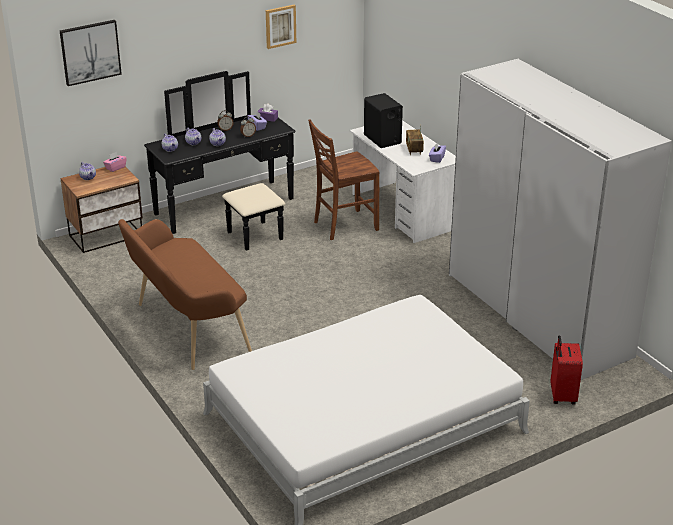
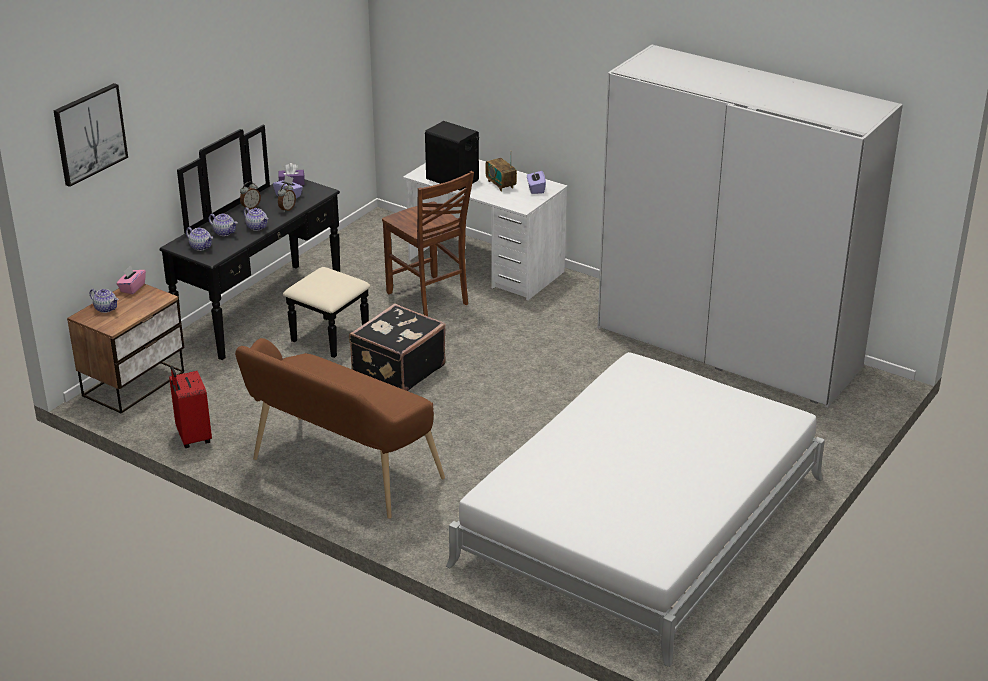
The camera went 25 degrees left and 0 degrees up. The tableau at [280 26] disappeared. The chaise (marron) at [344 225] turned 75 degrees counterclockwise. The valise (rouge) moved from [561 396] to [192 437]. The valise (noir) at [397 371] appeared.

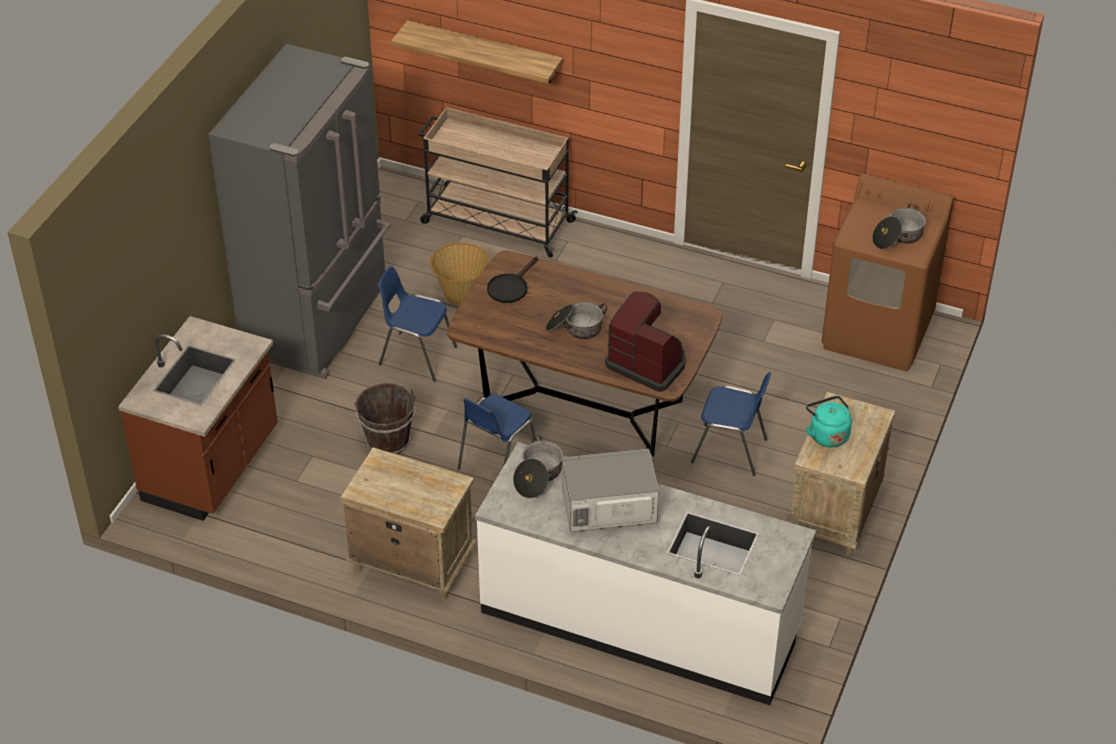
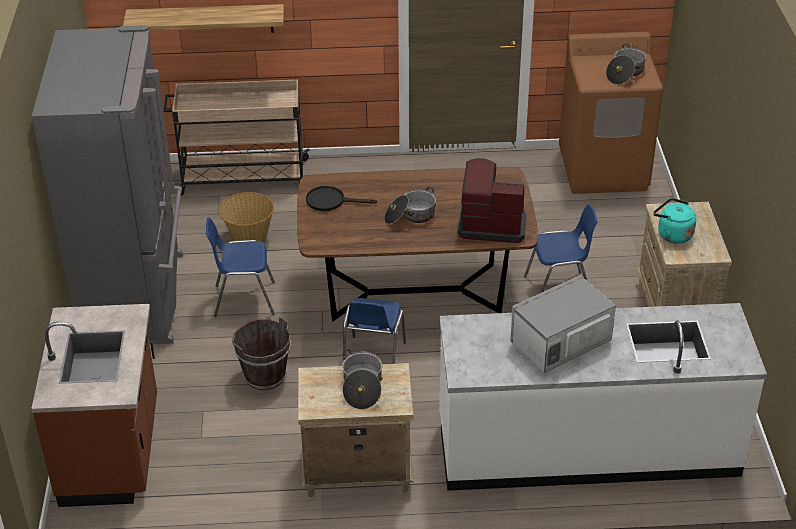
The camera went 25 degrees left and 5 degrees down. The poêle (noir) at [510 287] turned 90 degrees clockwise. The marmite moved from [538 476] to [362 387].

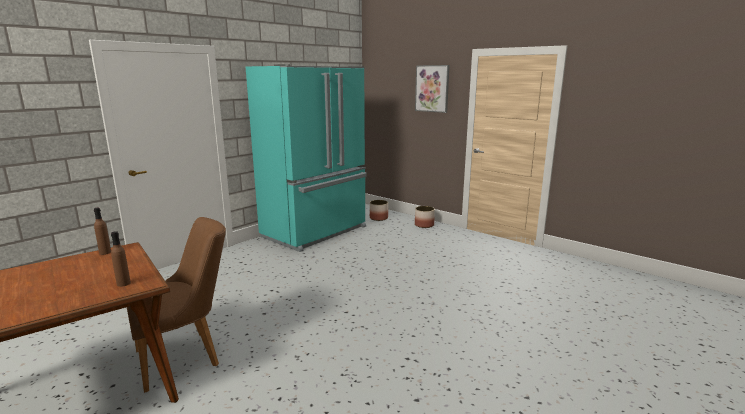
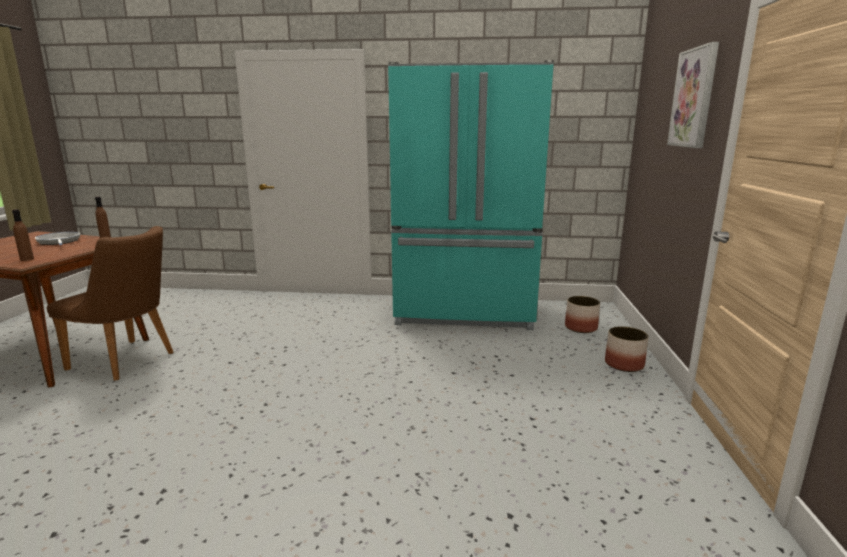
The camera went 55 degrees right and 0 degrees up. The poêle at [59 242] appeared.

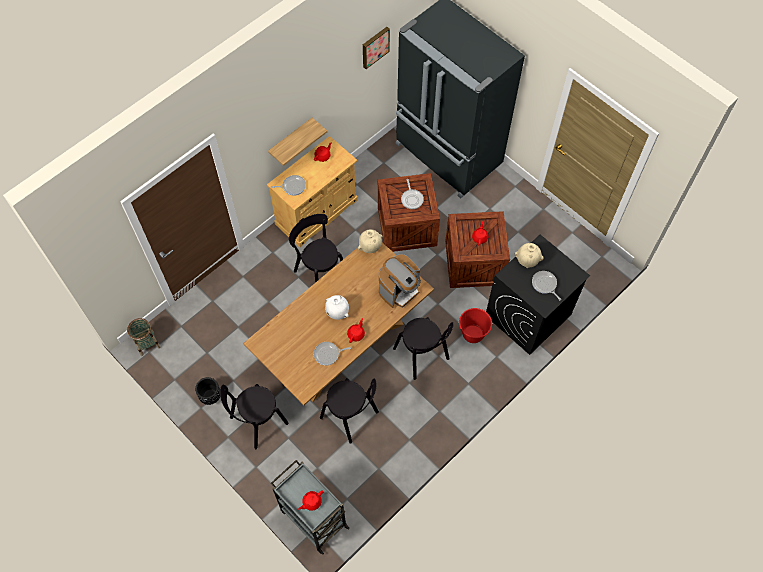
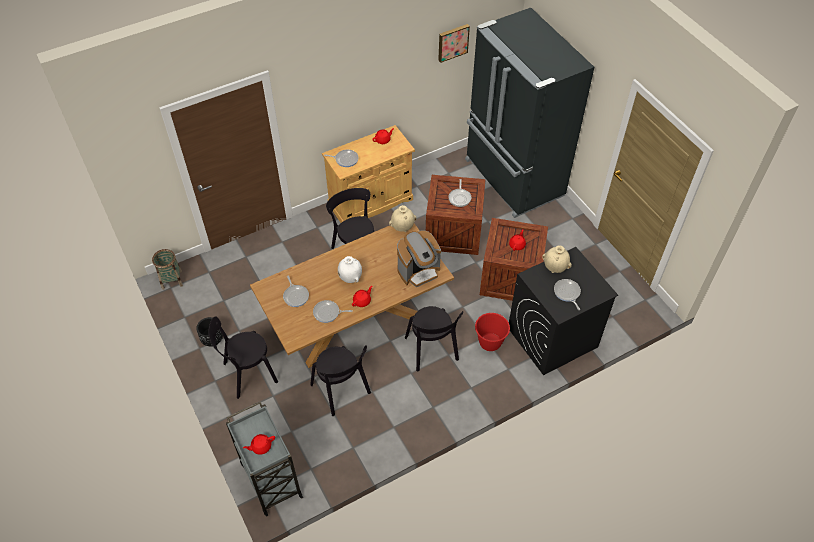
The camera went 15 degrees right and 10 degrees down. The étagère at [291 140] disappeared. The poêle at [296 296] appeared.

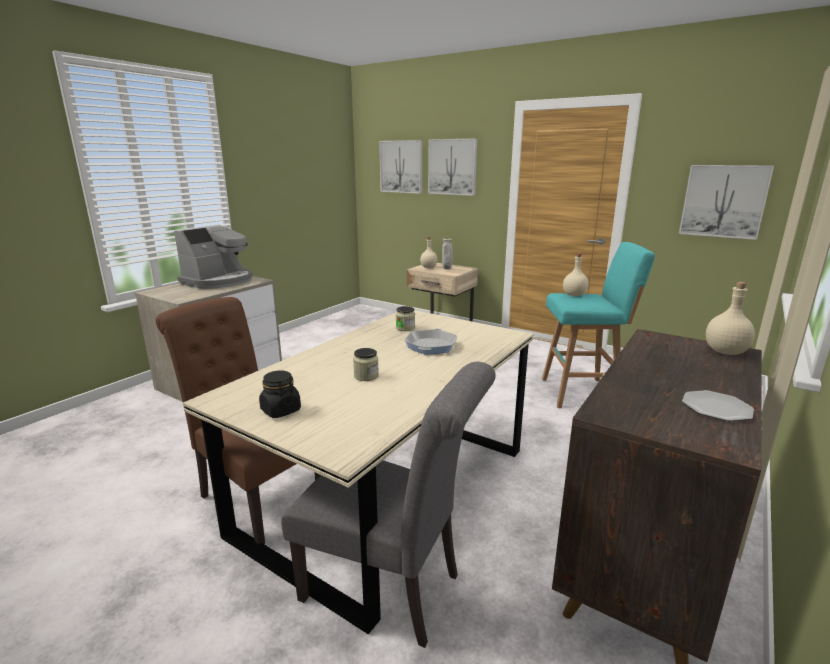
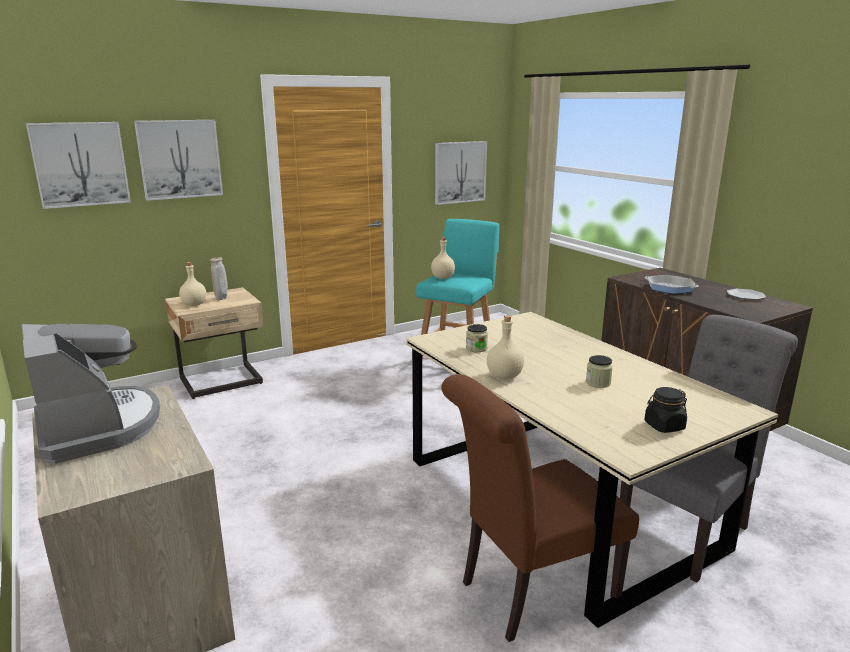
The camera went 65 degrees left and 0 degrees up. The bouteille (beige) moved from [725 352] to [505 376]. The poêle moved from [431 346] to [670 288].

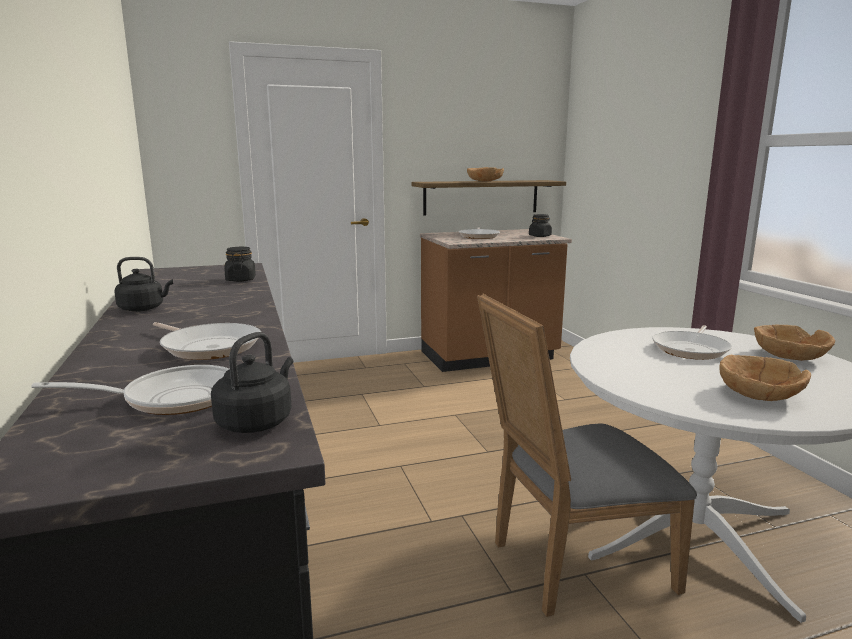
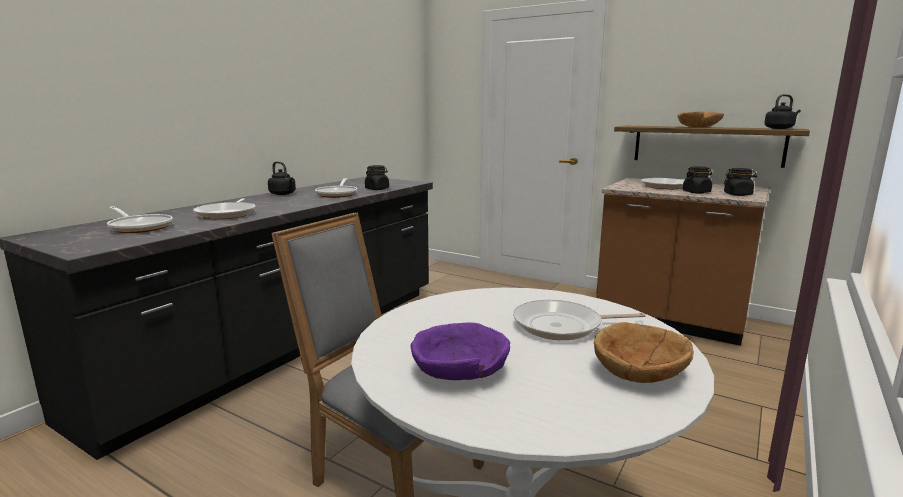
The camera went 50 degrees right and 0 degrees up. The bouilloire (noir) moved from [257 421] to [780 128]. The bol (marron) at [758 394] became the bol (violet) at [459 372]. The bocal (noir) at [696 192] appeared. The poêle at [337 194] appeared.

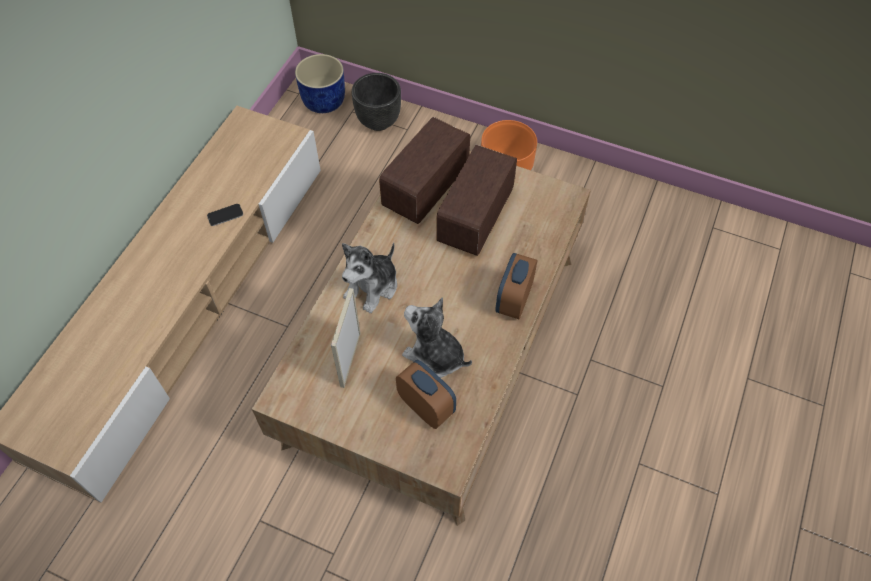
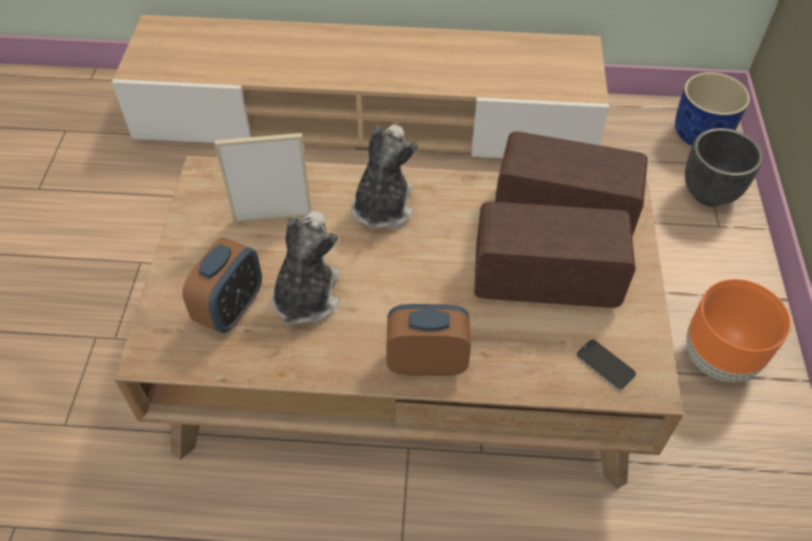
The camera went 70 degrees right and 5 degrees down. The téléphone moved from [225 215] to [605 365]. The peluche at [372 287] turned 90 degrees clockwise.

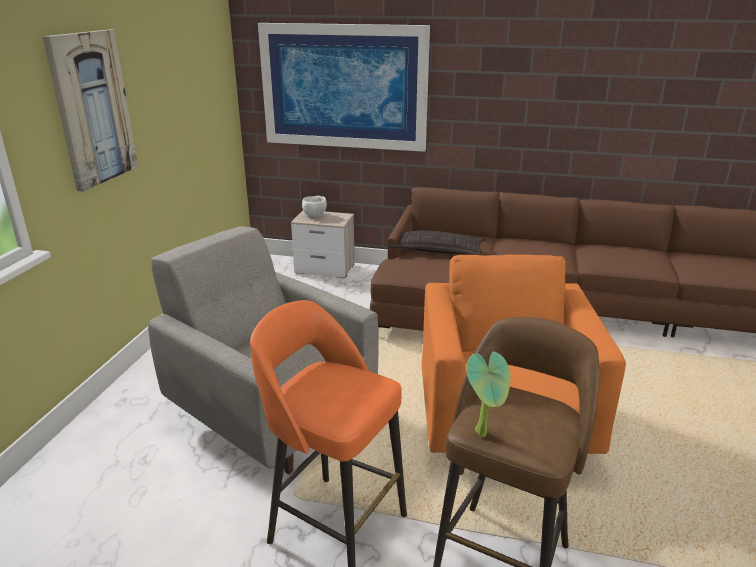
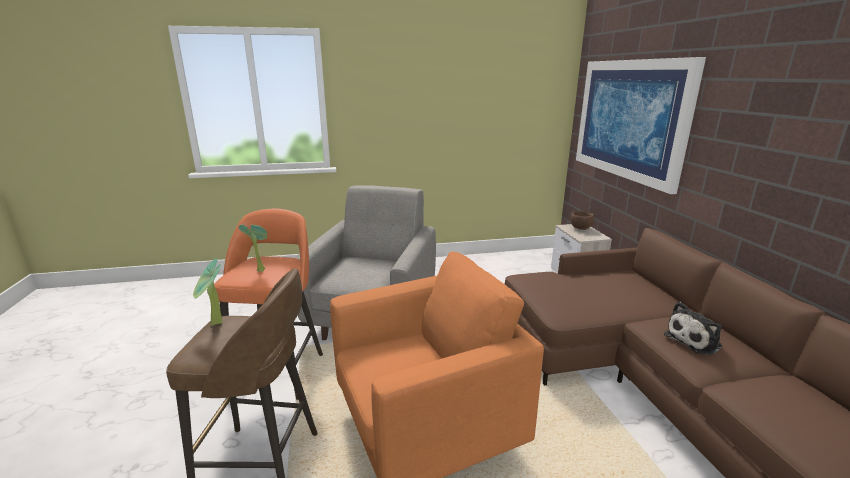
The camera went 65 degrees right and 5 degrees down. The tableau at [93 109] disappeared. The bol (blanc) at [315 215] became the bol (marron) at [580 228]. The coussin at [438 250] disappeared. The plante en pot at [260 269] appeared. The peluche at [695 340] appeared.

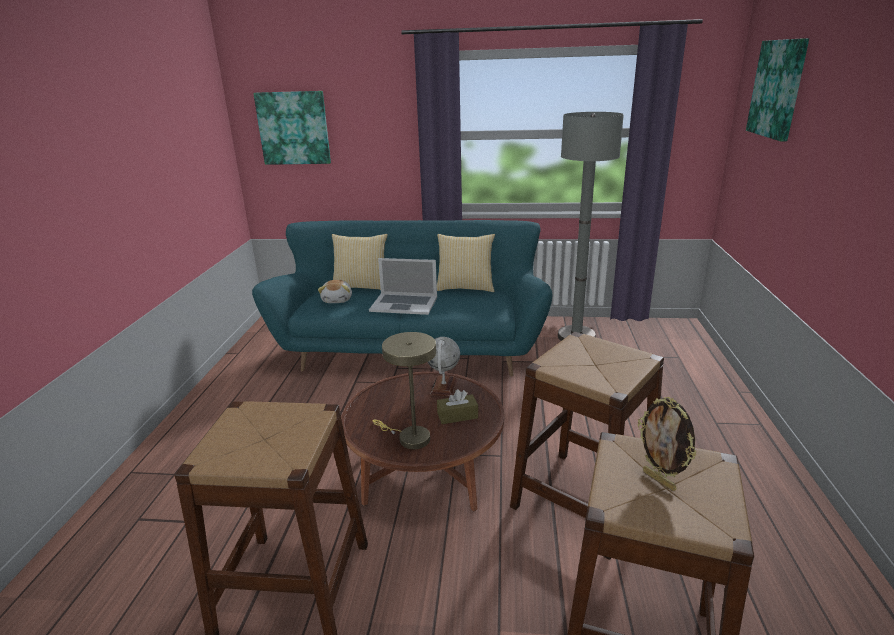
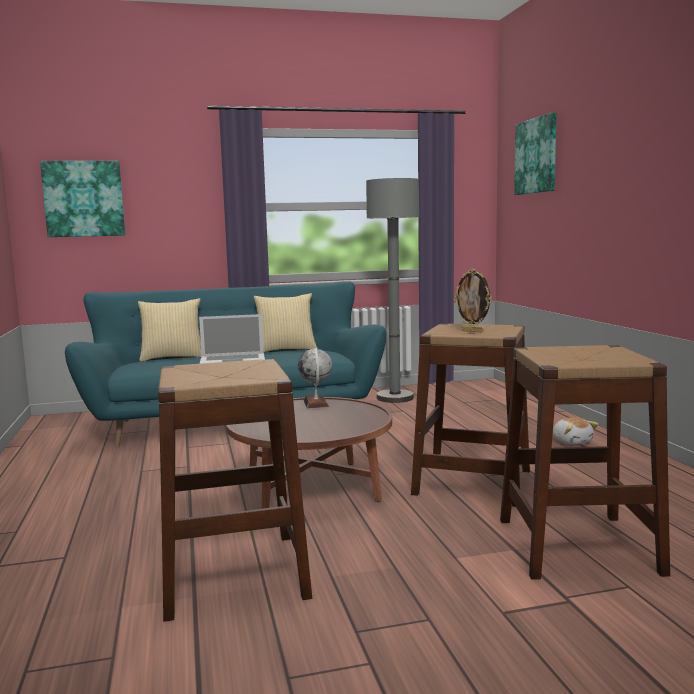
The camera went 20 degrees left and 15 degrees down. The peluche moved from [338 300] to [572 442]. The lampe de table (beige) at [409 438] disappeared. The boîte à mouchoirs (marron) at [457 416] disappeared. The cadre photo moved from [660 480] to [472 331].

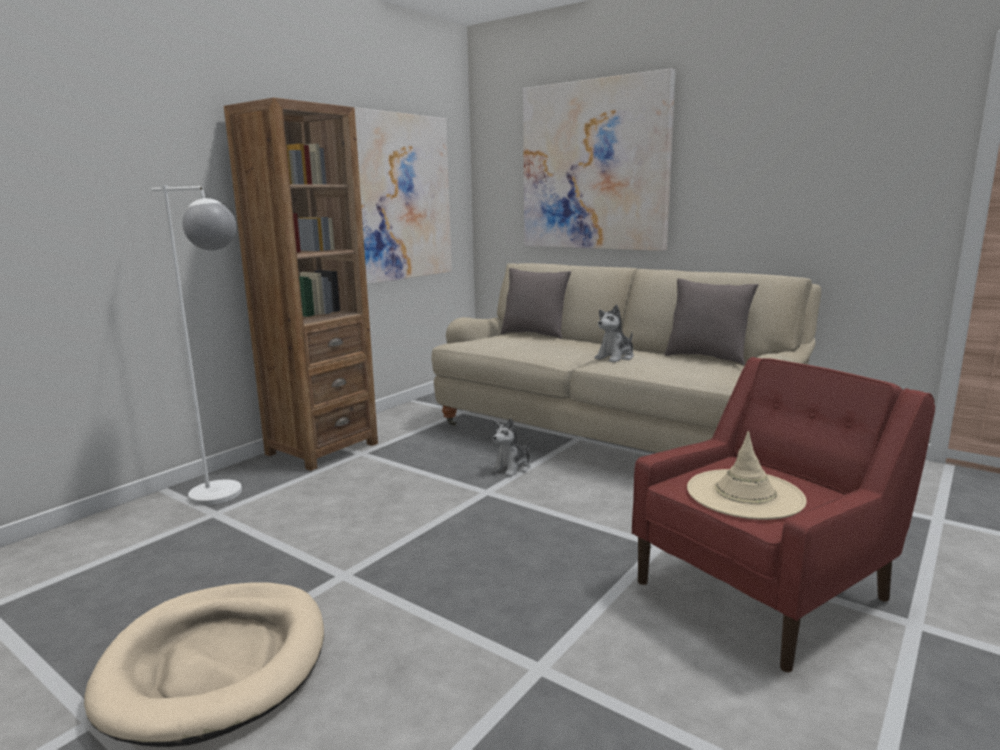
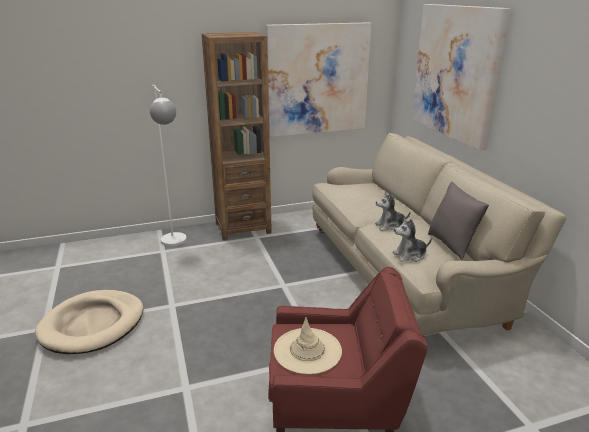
The camera went 35 degrees right and 10 degrees up. The coussin (gris) at [534 334] disappeared. The peluche moved from [512 468] to [410 255].

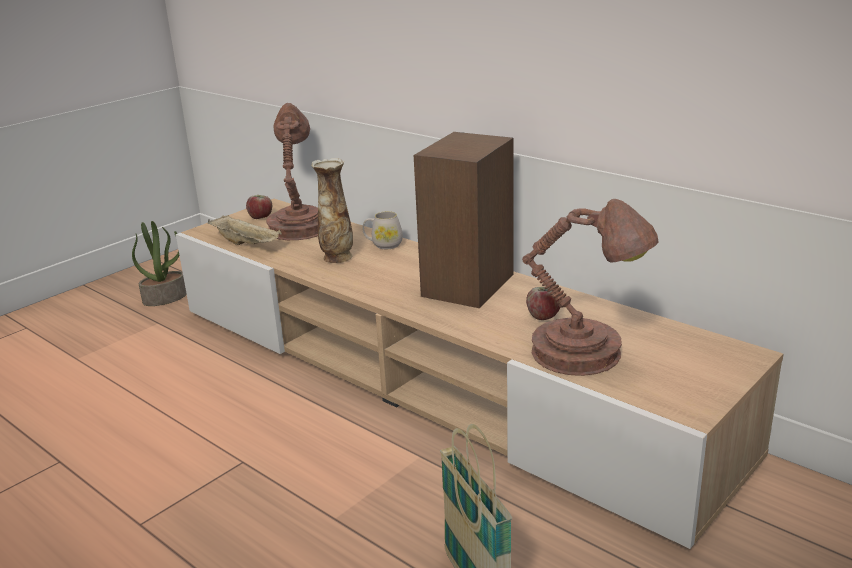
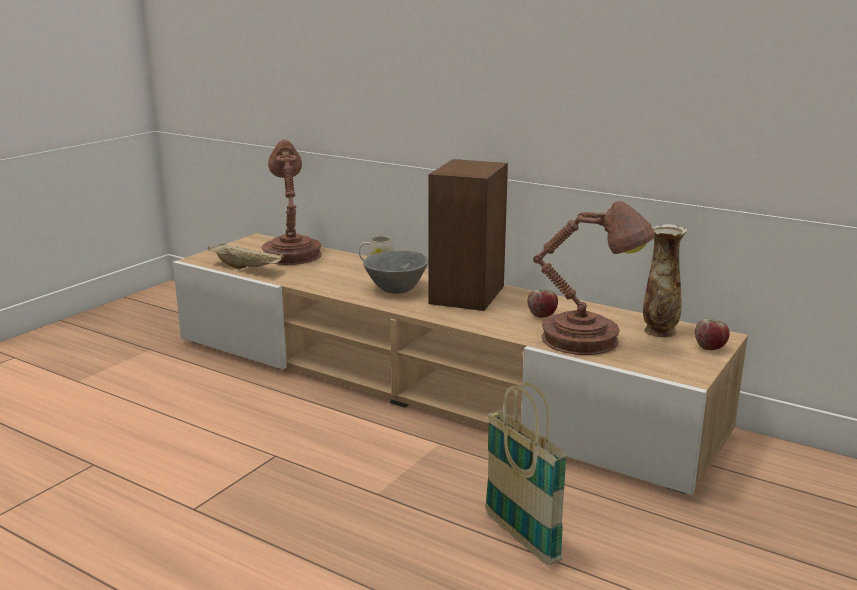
The camera went 10 degrees left and 5 degrees down. The vase moved from [337 257] to [659 331]. The pomme moved from [261 217] to [710 347]. The plante en pot at [165 298] disappeared. The bol (gris) at [395 288] appeared.

